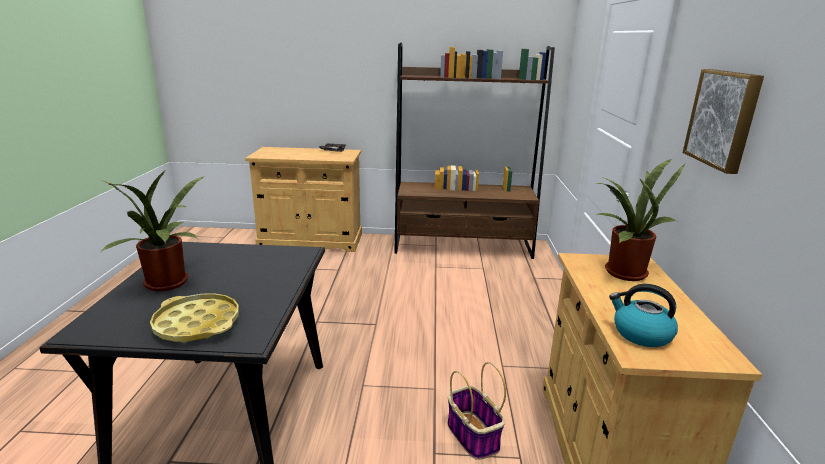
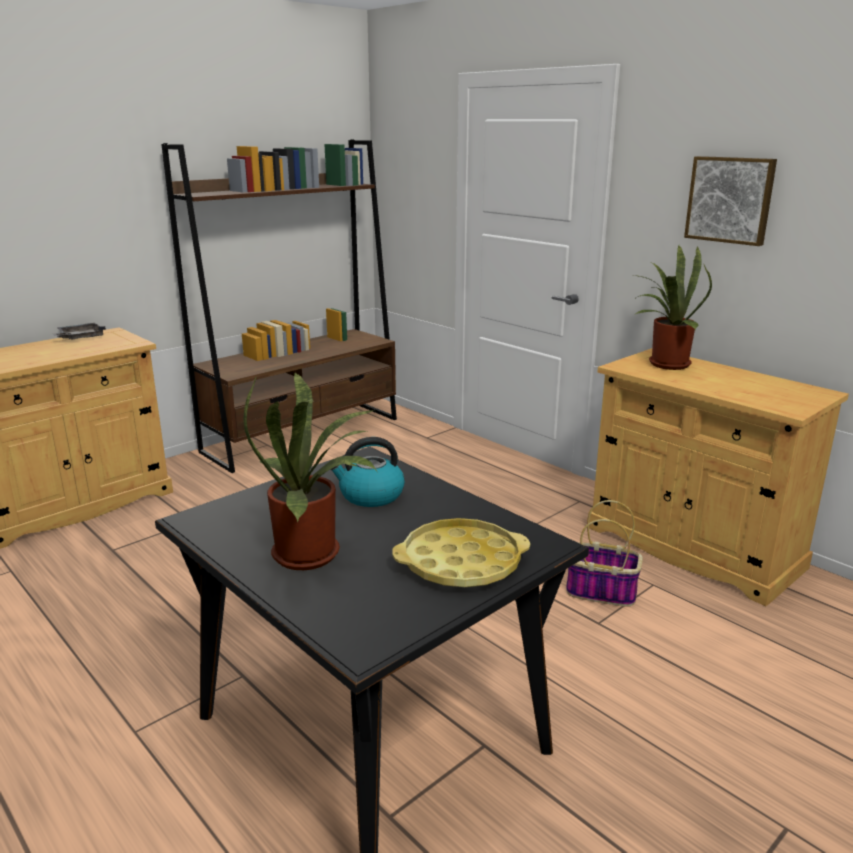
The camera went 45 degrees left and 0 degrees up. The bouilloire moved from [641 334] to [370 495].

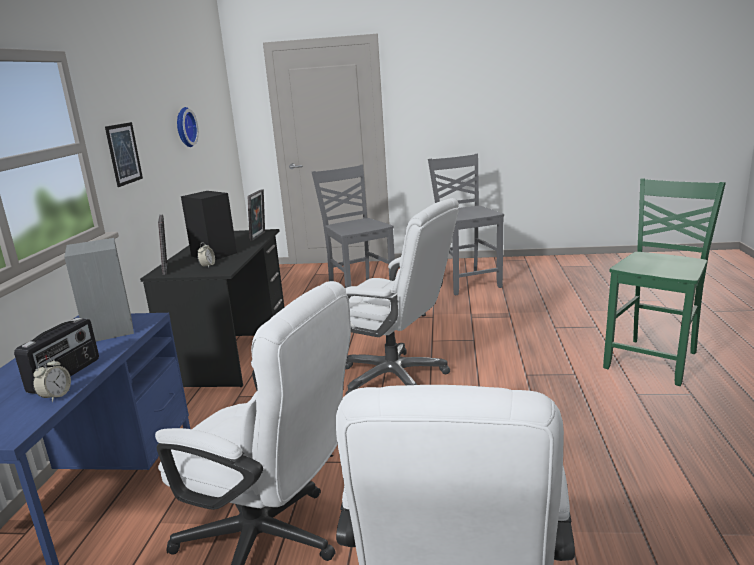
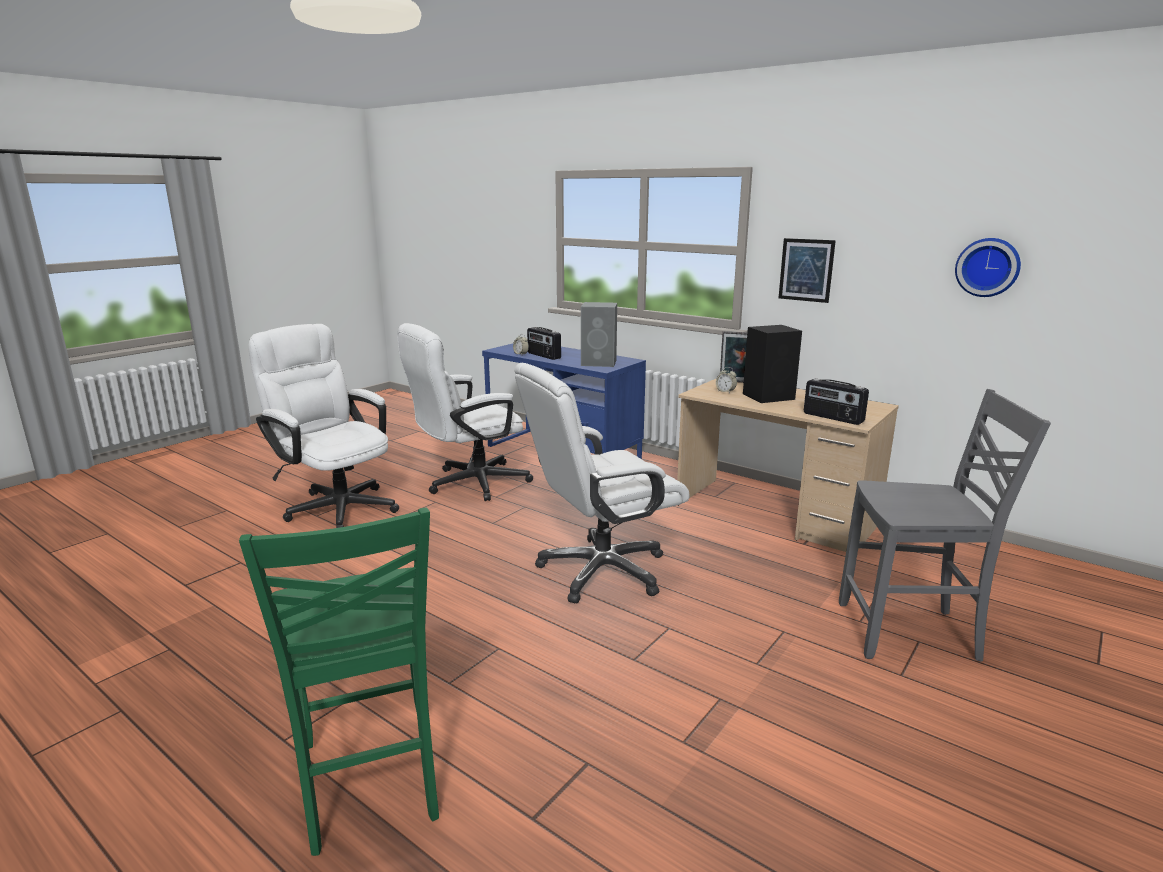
The camera went 120 degrees right and 0 degrees up. The chaise (gris) at [467 282] disappeared. The cadre photo at [259 236] was replaced by the radio at [832 418]. The bureau (noir) at [232 349] became the bureau (beige) at [775 515].

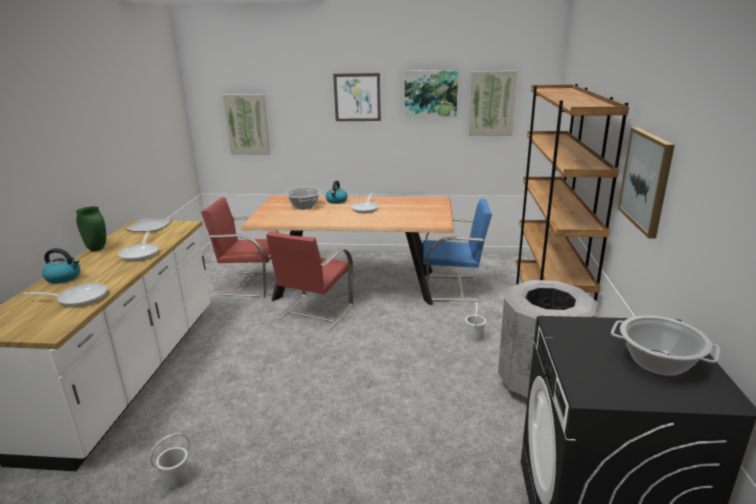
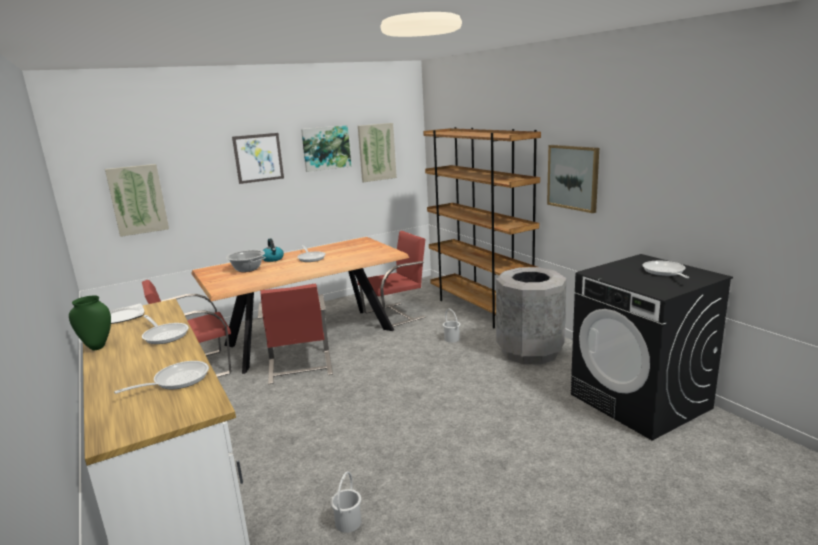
The camera went 35 degrees left and 5 degrees down. The chaise (bleu) at [453 288] became the chaise (rouge) at [395 315]. The bouilloire at [64 277] disappeared. The marmite at [657 363] was replaced by the poêle at [664 272].

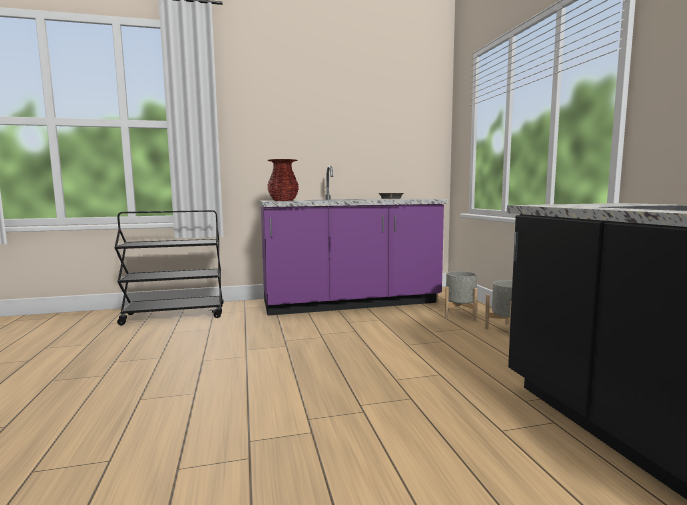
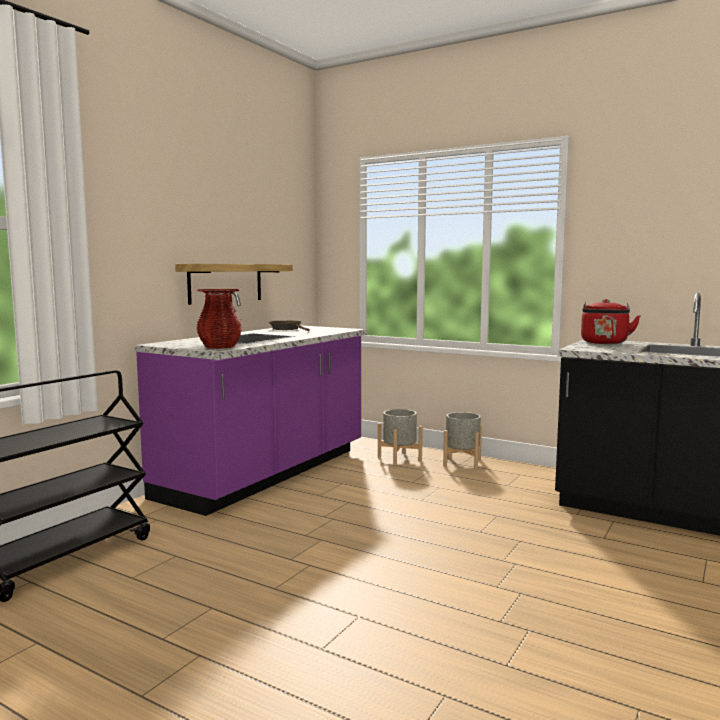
The camera went 45 degrees left and 0 degrees up. The étagère at [225 283] appeared. The bouilloire (rouge) at [604 343] appeared.

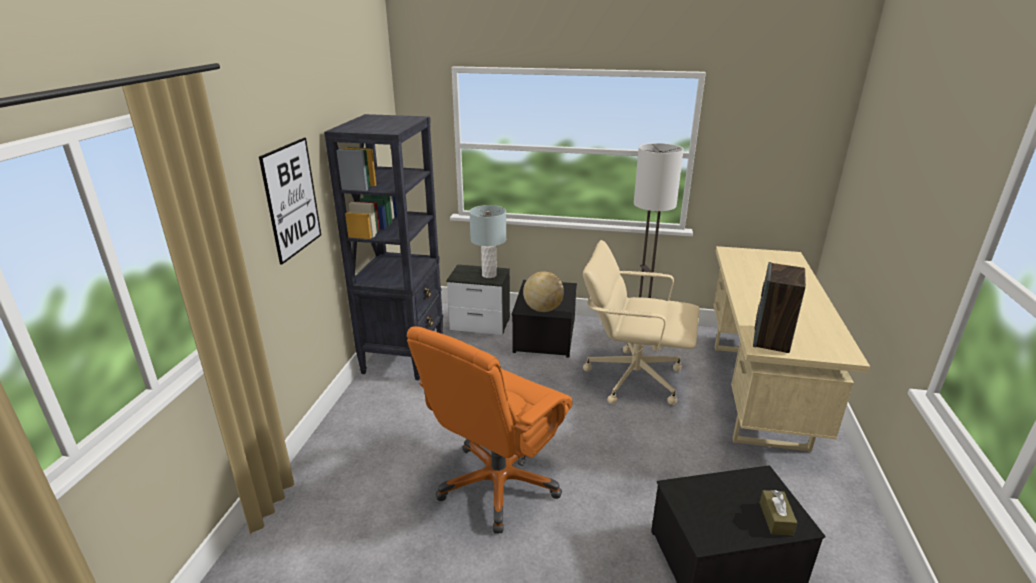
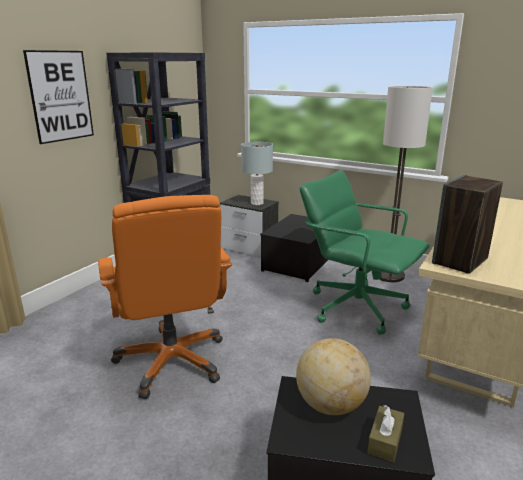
The camera went 20 degrees right and 5 degrees down. The chaise de bureau (beige) at [633 378] became the chaise de bureau (vert) at [356 307]. The globe moved from [542 309] to [330 405]. The chaise de bureau (orange) at [498 484] turned 75 degrees counterclockwise.

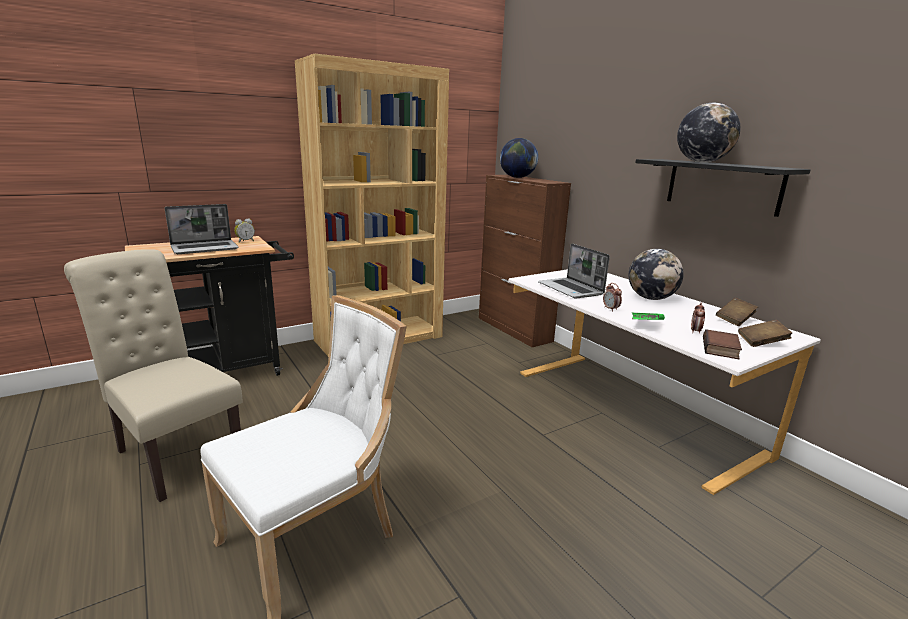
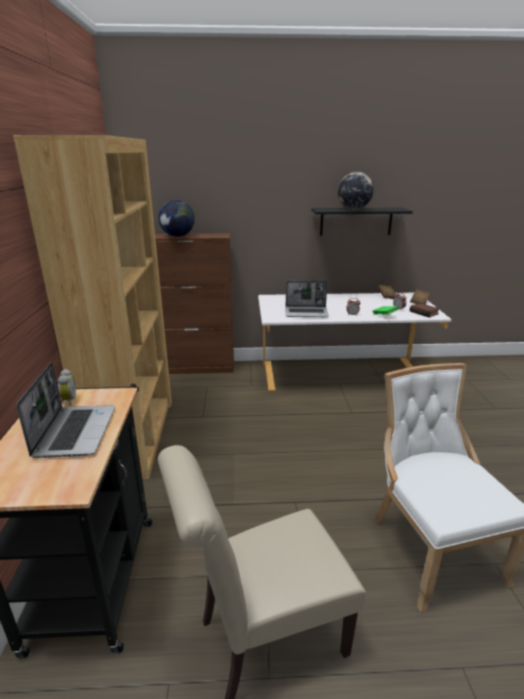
The camera went 60 degrees left and 5 degrees up. The globe at [651 298] disappeared.

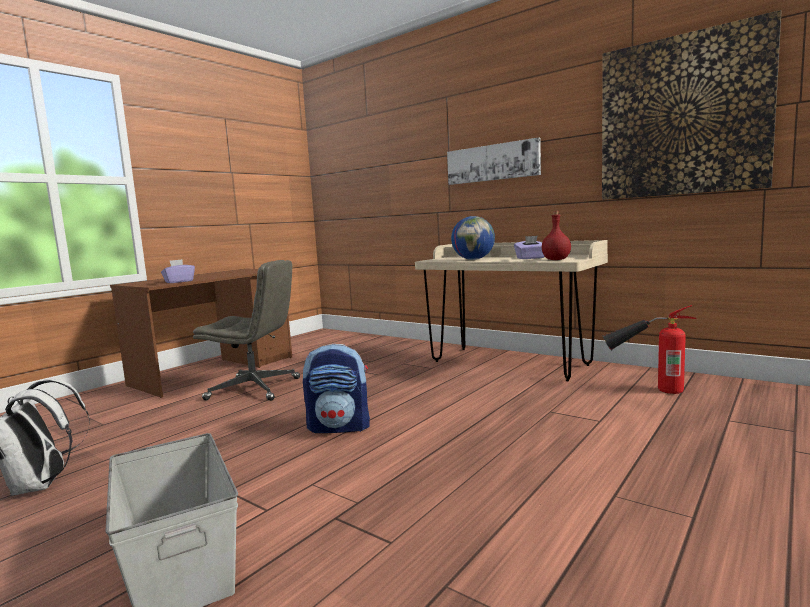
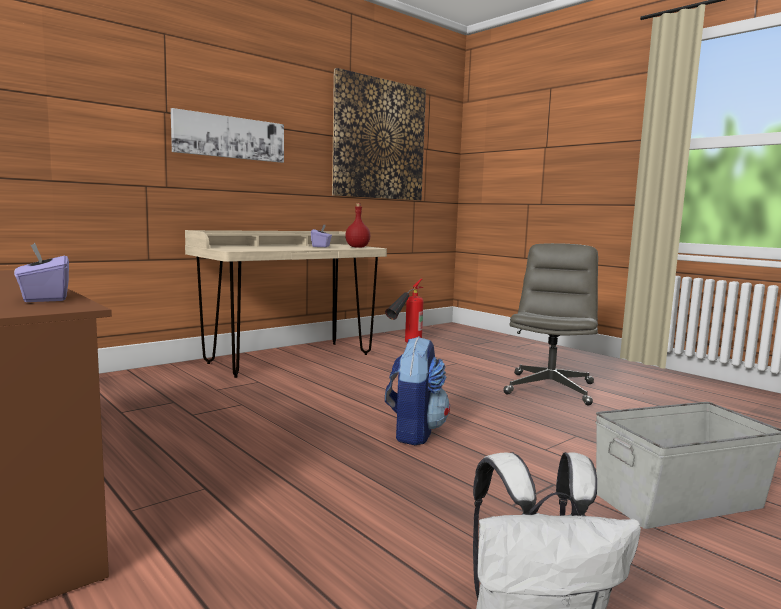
The camera went 80 degrees left and 0 degrees up. The globe at [473 259] disappeared. The chaise de bureau (gris) moved from [255 389] to [549 388].

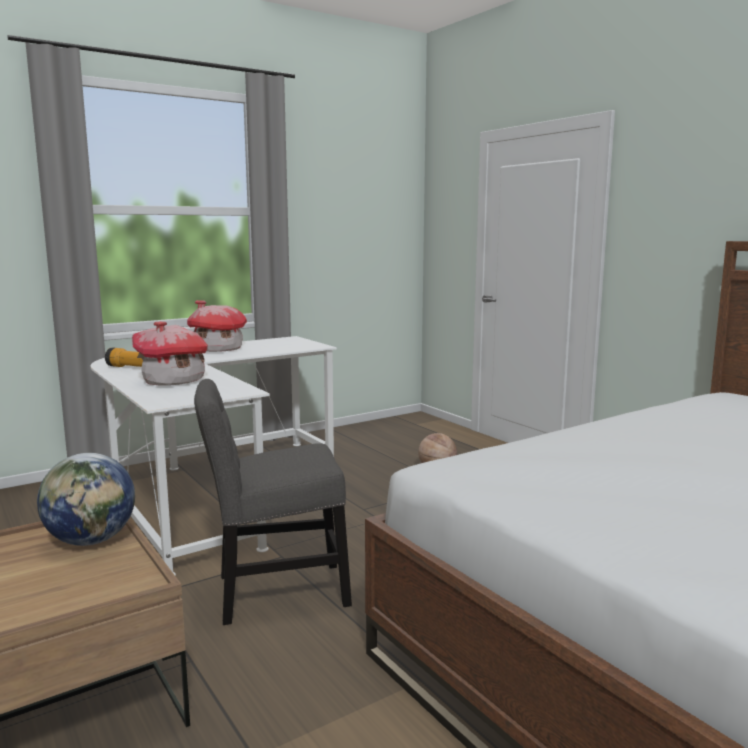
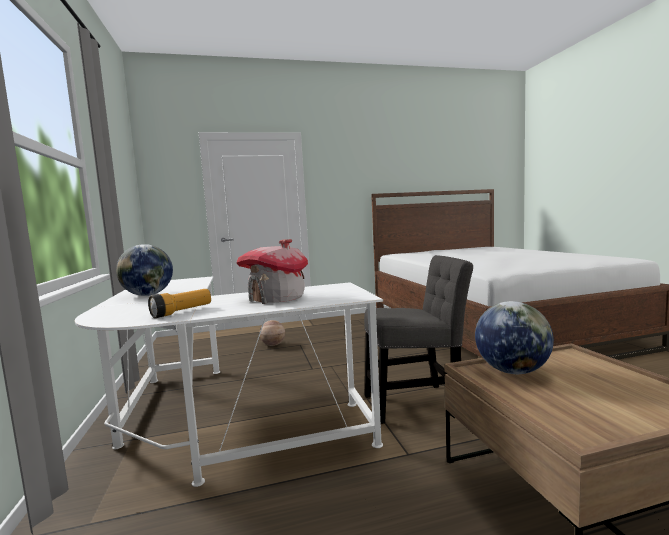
The camera went 70 degrees left and 5 degrees down. The maison miniature at [217 349] was replaced by the globe at [148 295]. The chaise (gris) at [274 592] turned 105 degrees counterclockwise.

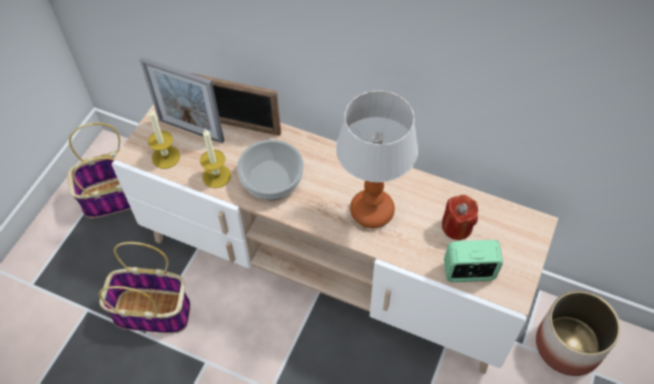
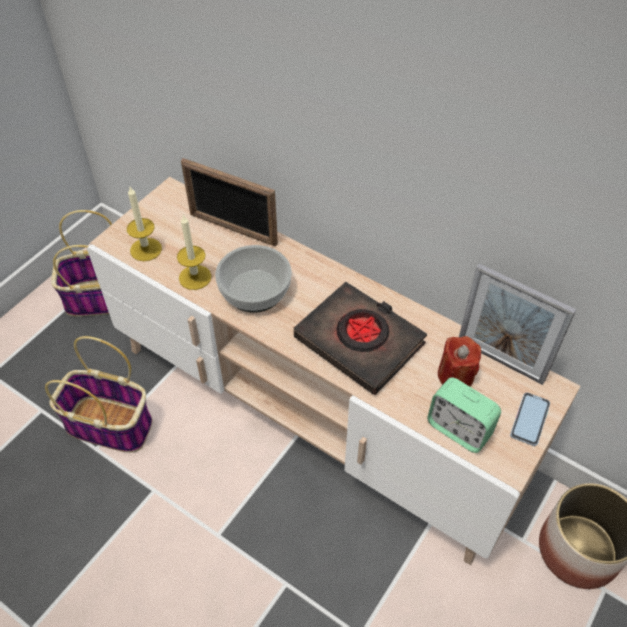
The camera went 10 degrees right and 5 degrees down. The cadre photo moved from [191 130] to [500 360]. The lampe de table at [372 210] was replaced by the livre (noir) at [359 341]. The réveil at [469 272] turned 150 degrees counterclockwise. The téléphone at [530 419] appeared.

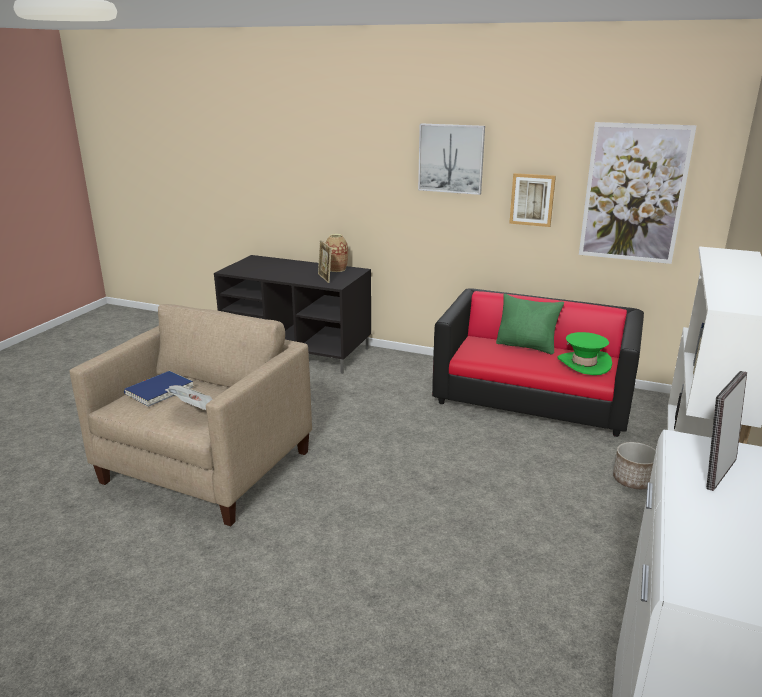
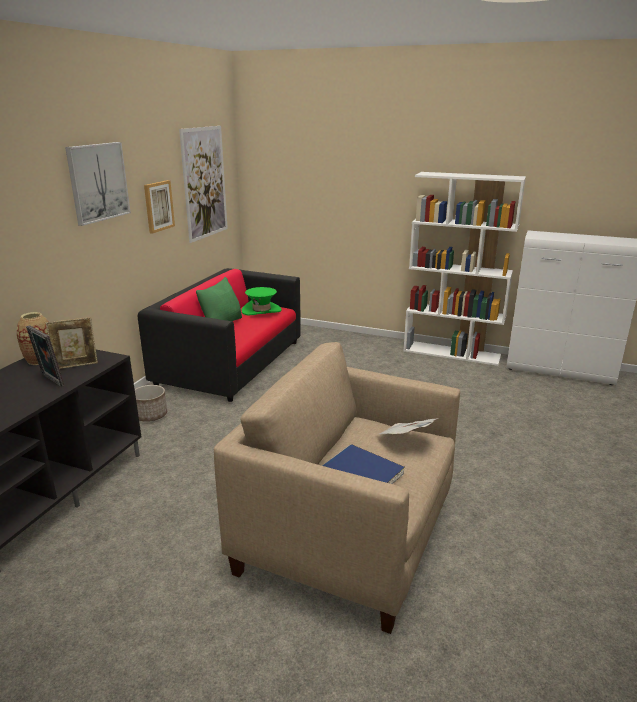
The camera went 90 degrees left and 0 degrees up. The cadre photo moved from [716 472] to [50 381]. The cache-pot moved from [633 480] to [150 415].

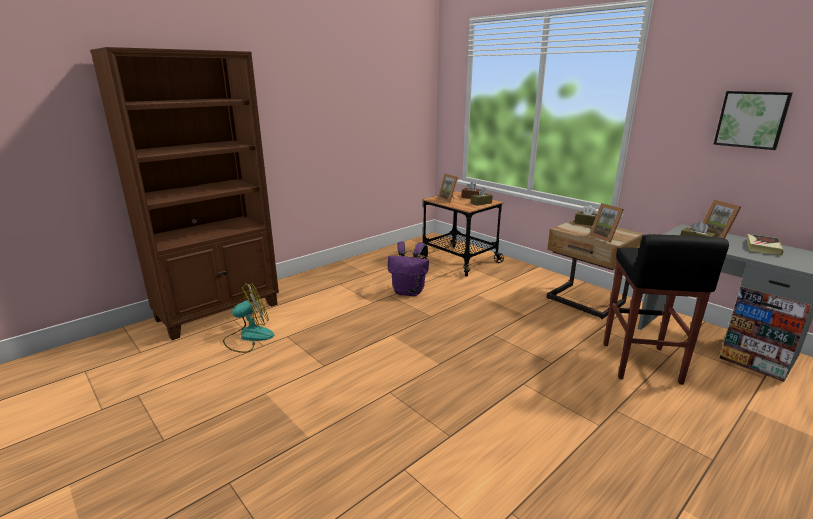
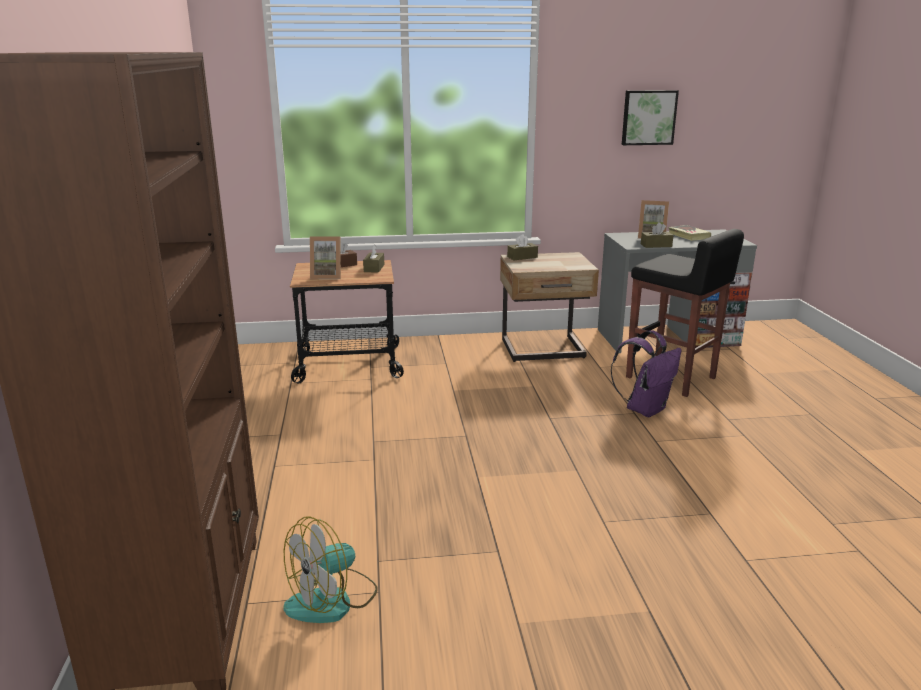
The camera went 55 degrees left and 0 degrees up. The cadre photo at [605 237] disappeared. The sac à dos (violet) moved from [409 292] to [645 409]. The ventilateur at [248 337] turned 135 degrees counterclockwise.

